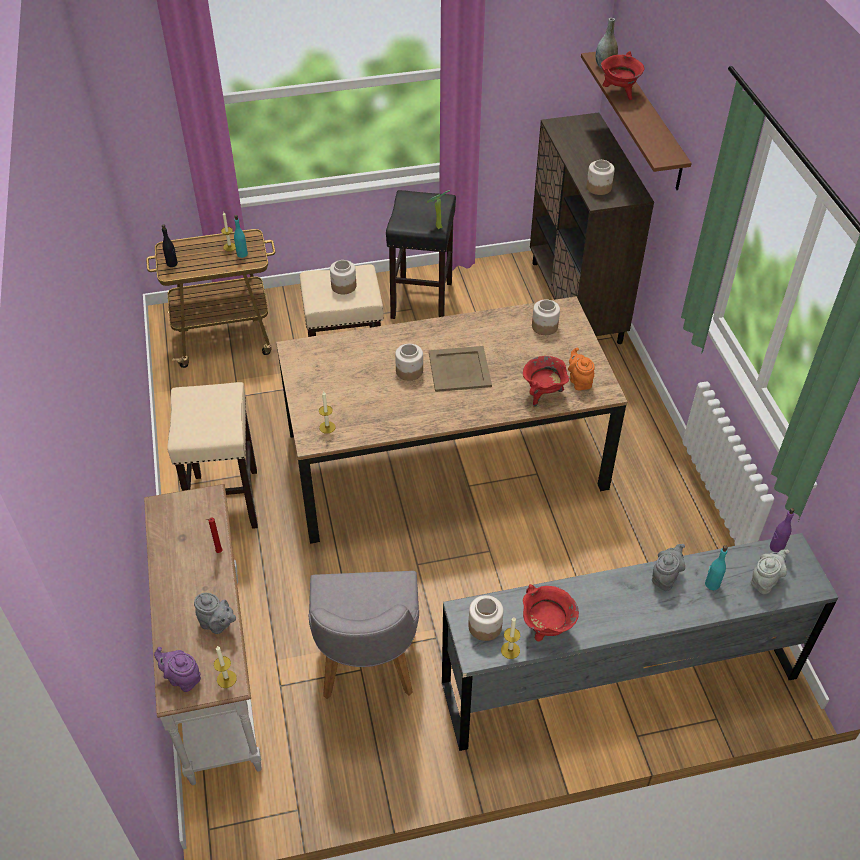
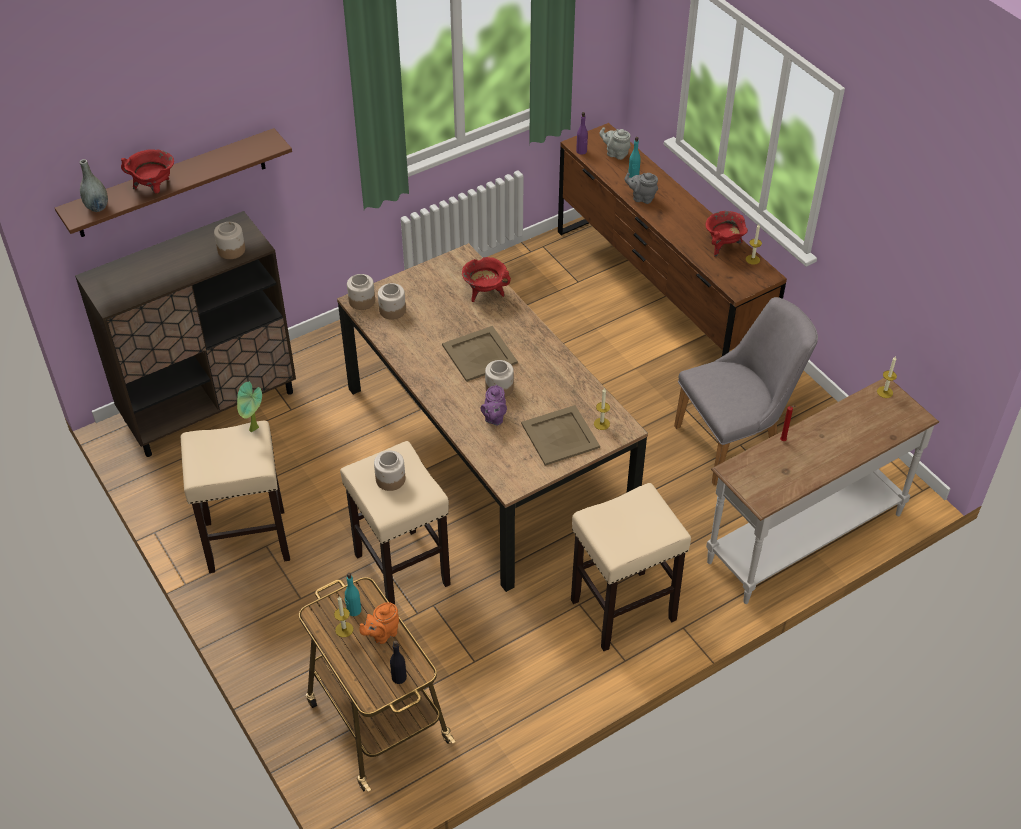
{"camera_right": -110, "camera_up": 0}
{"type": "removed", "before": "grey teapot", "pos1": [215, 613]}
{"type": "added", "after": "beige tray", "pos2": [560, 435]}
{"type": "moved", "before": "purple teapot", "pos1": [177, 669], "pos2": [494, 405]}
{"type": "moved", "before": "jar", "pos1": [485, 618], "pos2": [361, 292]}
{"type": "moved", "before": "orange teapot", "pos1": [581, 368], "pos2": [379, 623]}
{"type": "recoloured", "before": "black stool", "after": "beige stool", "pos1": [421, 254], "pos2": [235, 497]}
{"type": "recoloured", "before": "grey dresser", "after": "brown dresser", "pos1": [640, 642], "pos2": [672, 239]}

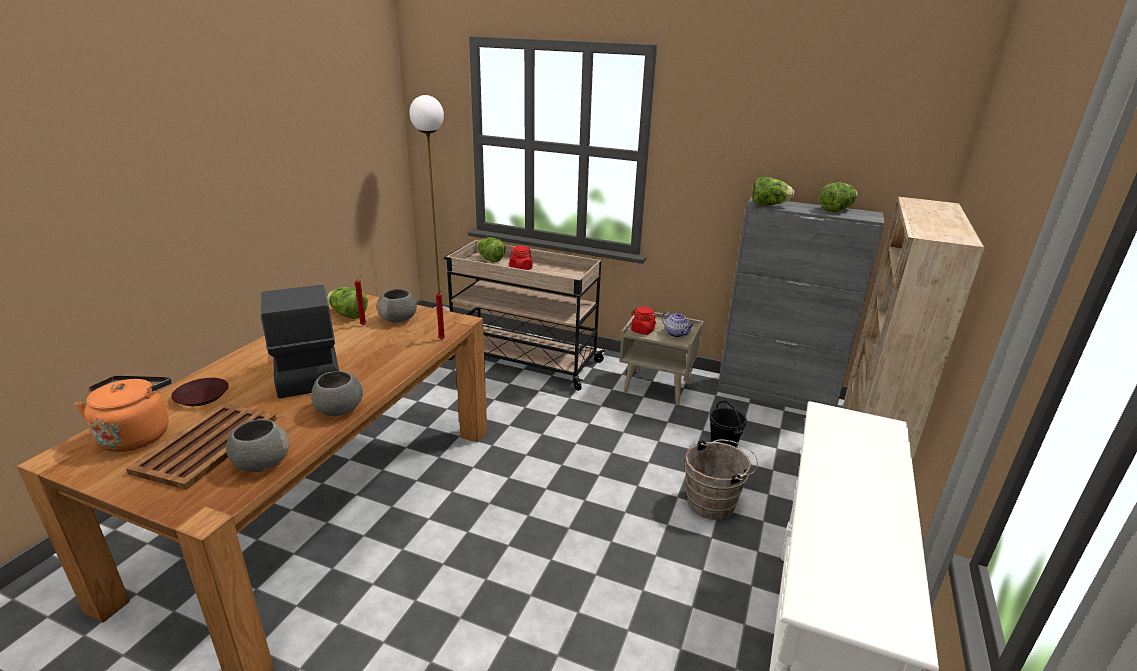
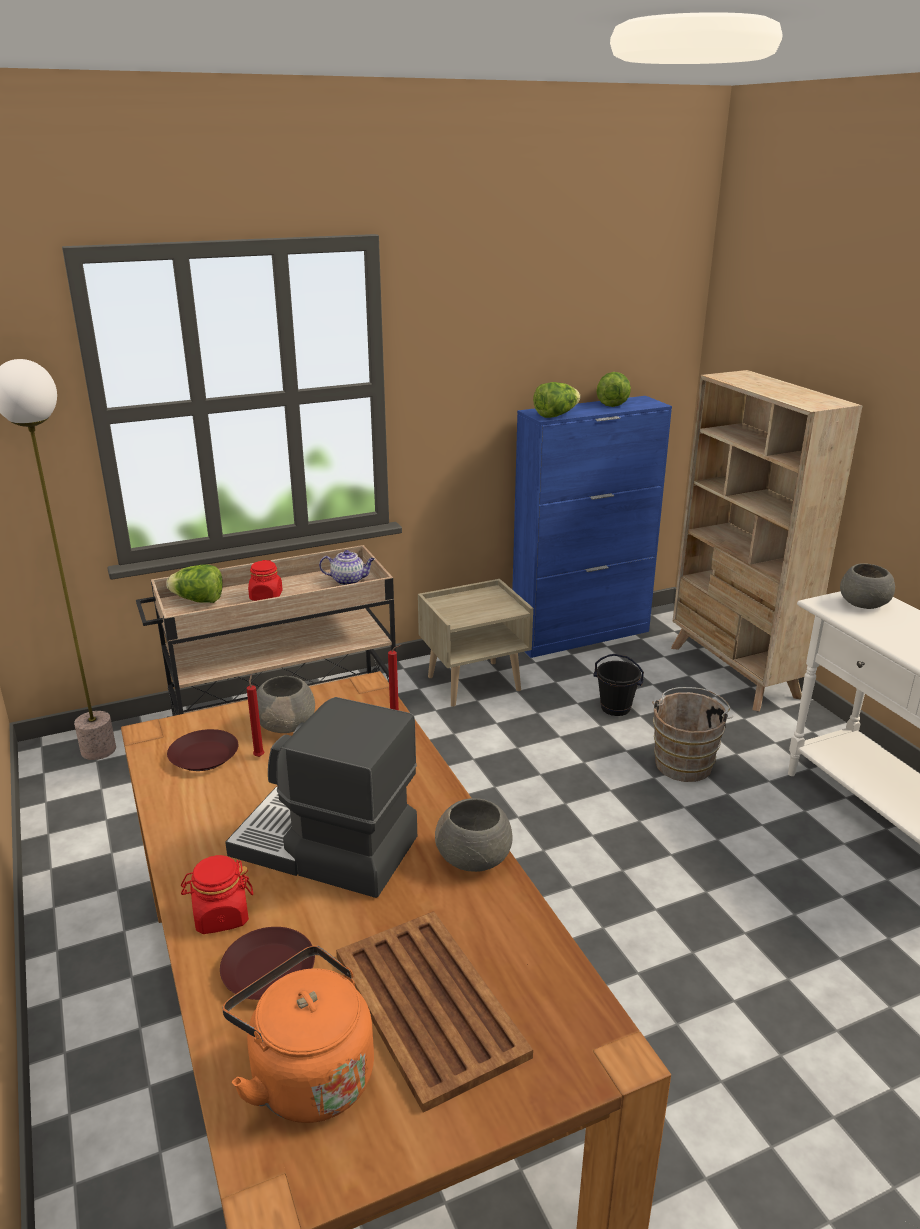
{"camera_right": -45, "camera_up": 0}
{"type": "moved", "before": "grey bowl", "pos1": [258, 445], "pos2": [867, 586]}
{"type": "moved", "before": "red jar", "pos1": [643, 321], "pos2": [217, 894]}
{"type": "moved", "before": "teapot", "pos1": [678, 324], "pos2": [347, 567]}
{"type": "replaced", "before": "lettuce", "after": "brown plate", "pos1": [347, 303], "pos2": [202, 750]}
{"type": "recoloured", "before": "grey cabinet", "after": "blue cabinet", "pos1": [800, 304], "pos2": [592, 527]}

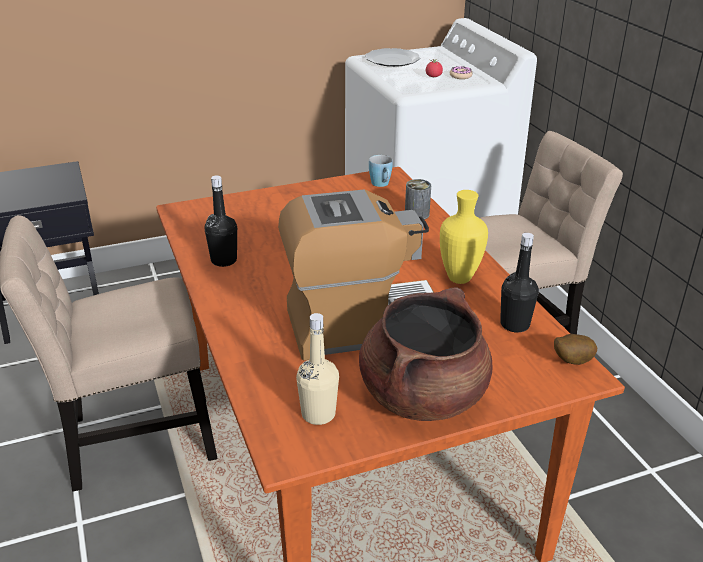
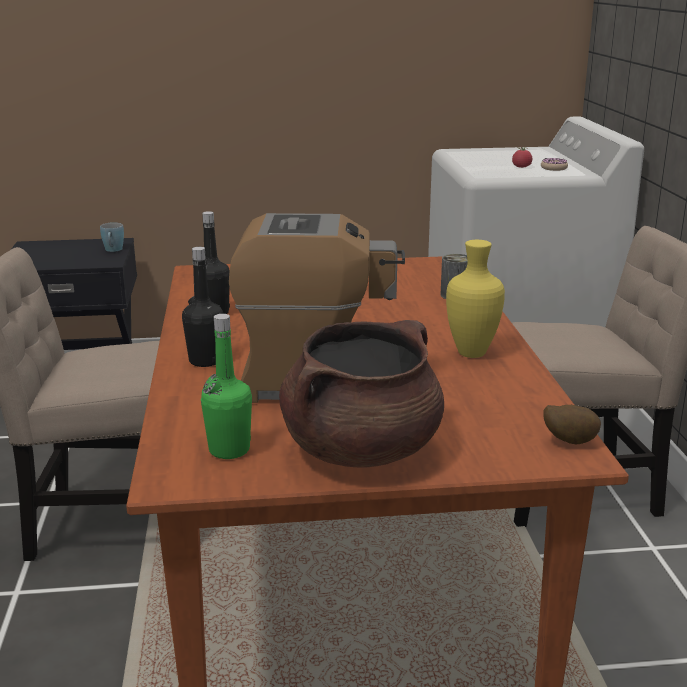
{"camera_right": 15, "camera_up": -10}
{"type": "removed", "before": "plate", "pos1": [392, 57]}
{"type": "moved", "before": "blue mug", "pos1": [381, 171], "pos2": [112, 237]}
{"type": "moved", "before": "black bottle", "pos1": [519, 283], "pos2": [203, 307]}
{"type": "recoloured", "before": "beige bottle", "after": "green bottle", "pos1": [317, 369], "pos2": [226, 386]}

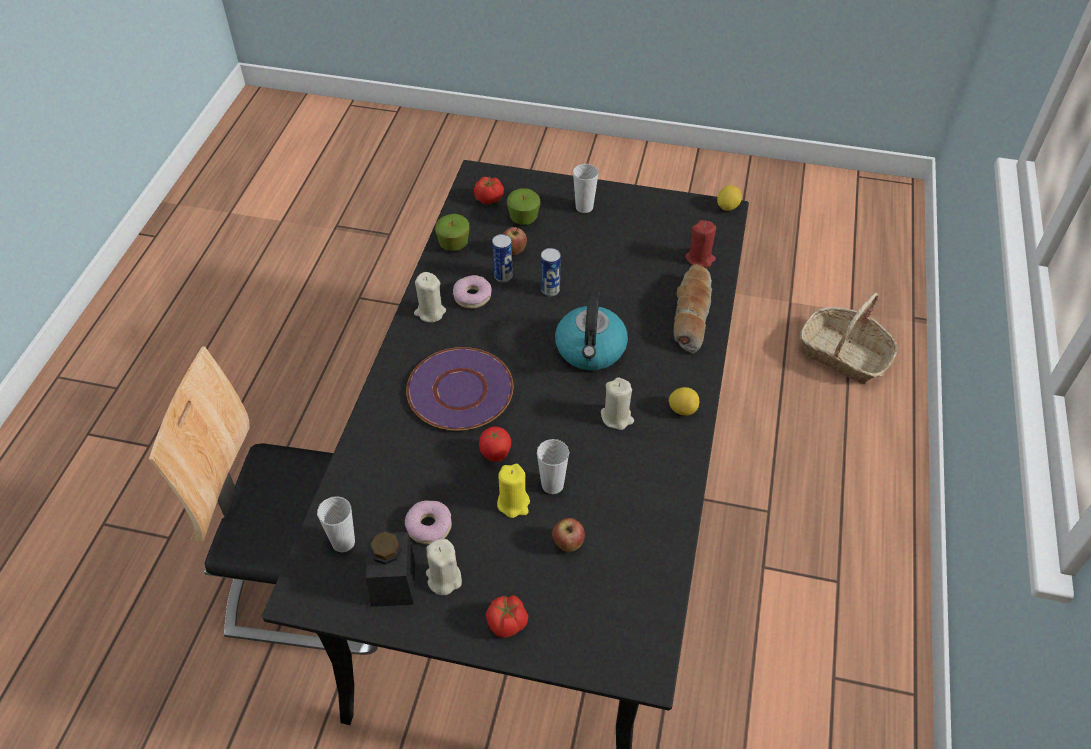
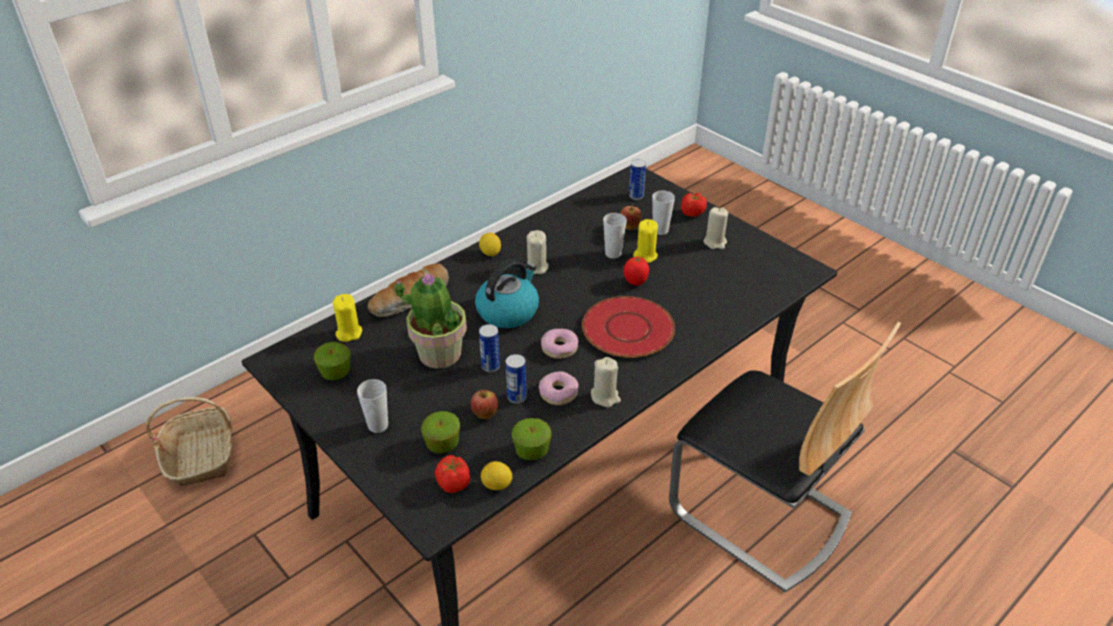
{"camera_right": -145, "camera_up": -10}
{"type": "removed", "before": "black jar", "pos1": [390, 569]}
{"type": "added", "after": "apple", "pos2": [332, 361]}
{"type": "added", "after": "potted plant", "pos2": [430, 321]}
{"type": "added", "after": "can", "pos2": [637, 179]}
{"type": "moved", "before": "cup", "pos1": [336, 524], "pos2": [663, 212]}
{"type": "moved", "before": "donut", "pos1": [428, 522], "pos2": [560, 344]}
{"type": "moved", "before": "lemon", "pos1": [729, 198], "pos2": [497, 475]}
{"type": "recoloured", "before": "purple plate", "after": "red plate", "pos1": [459, 388], "pos2": [628, 327]}
{"type": "recoloured", "before": "red candle", "after": "yellow candle", "pos1": [700, 244], "pos2": [347, 318]}

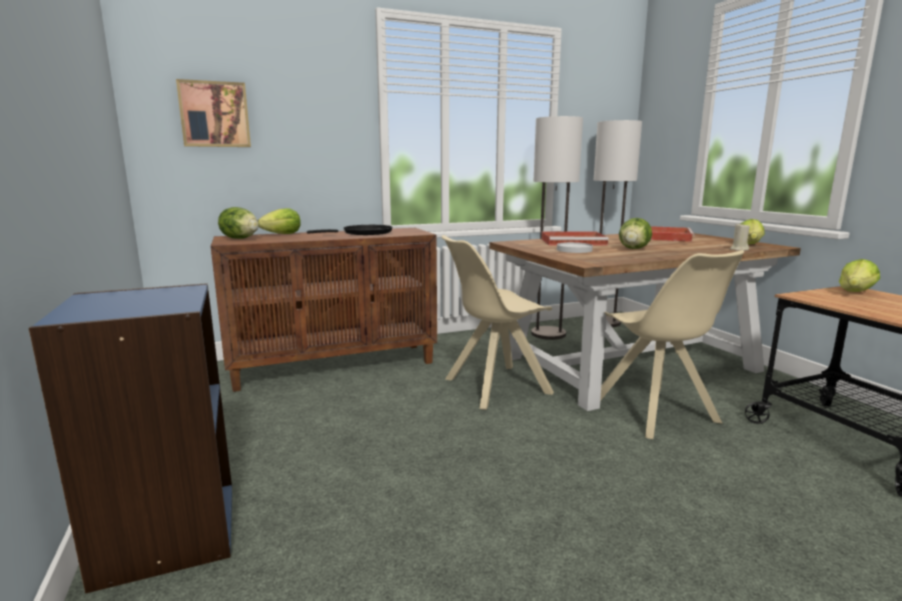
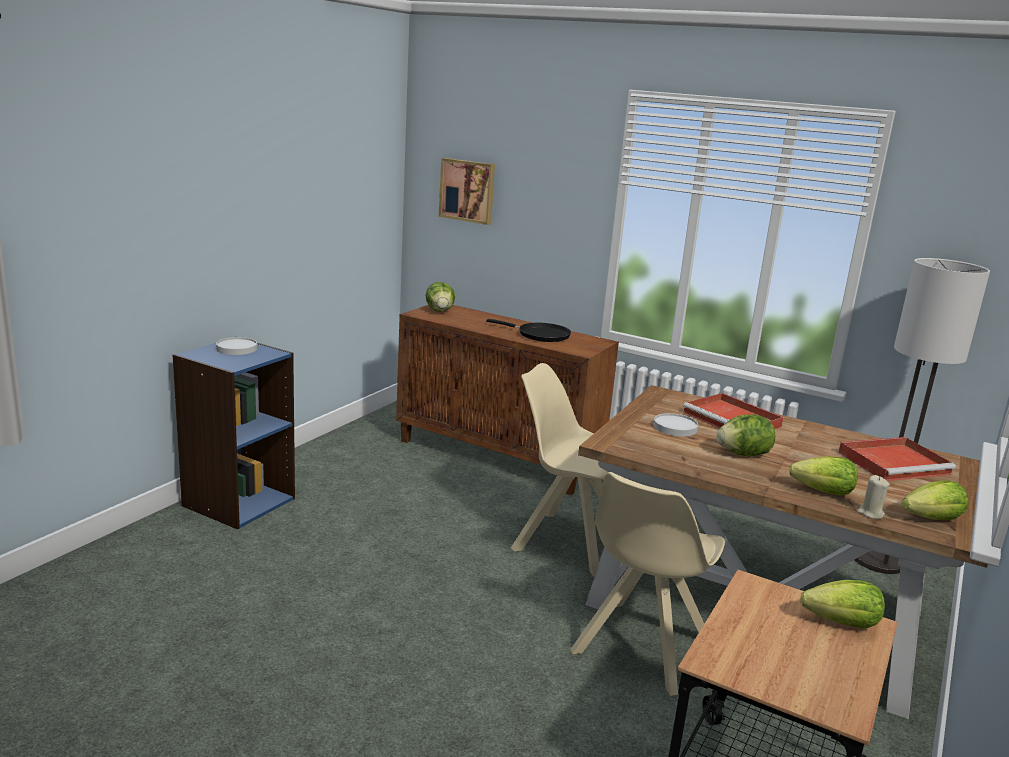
{"camera_right": 50, "camera_up": 5}
{"type": "removed", "before": "floor lamp", "pos1": [557, 228]}
{"type": "added", "after": "white plate", "pos2": [236, 346]}
{"type": "moved", "before": "lettuce", "pos1": [279, 221], "pos2": [823, 476]}

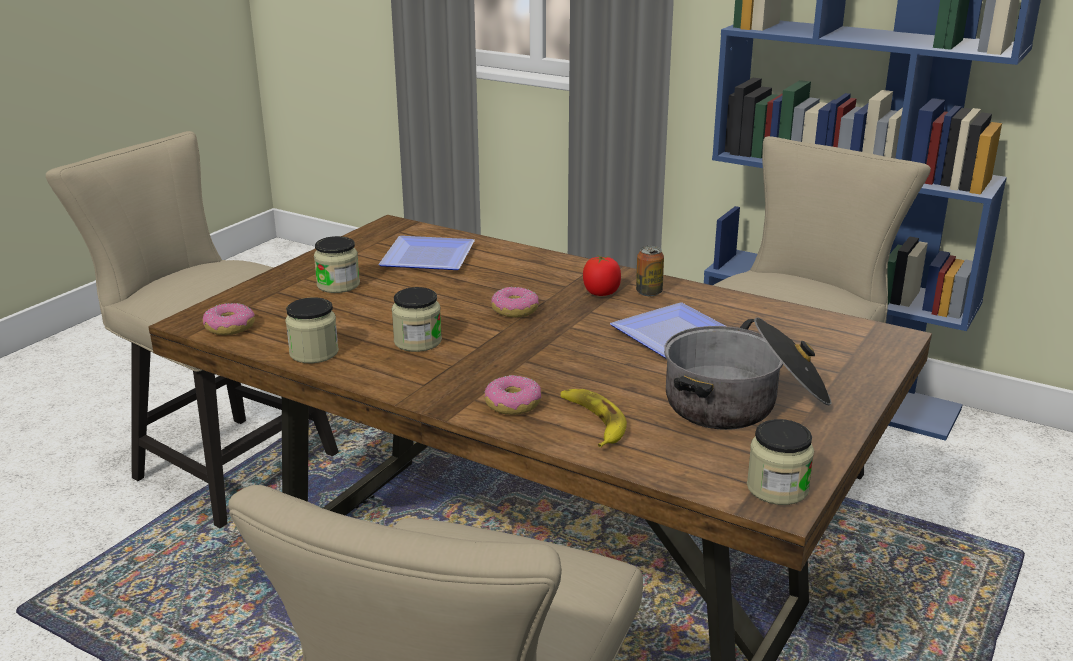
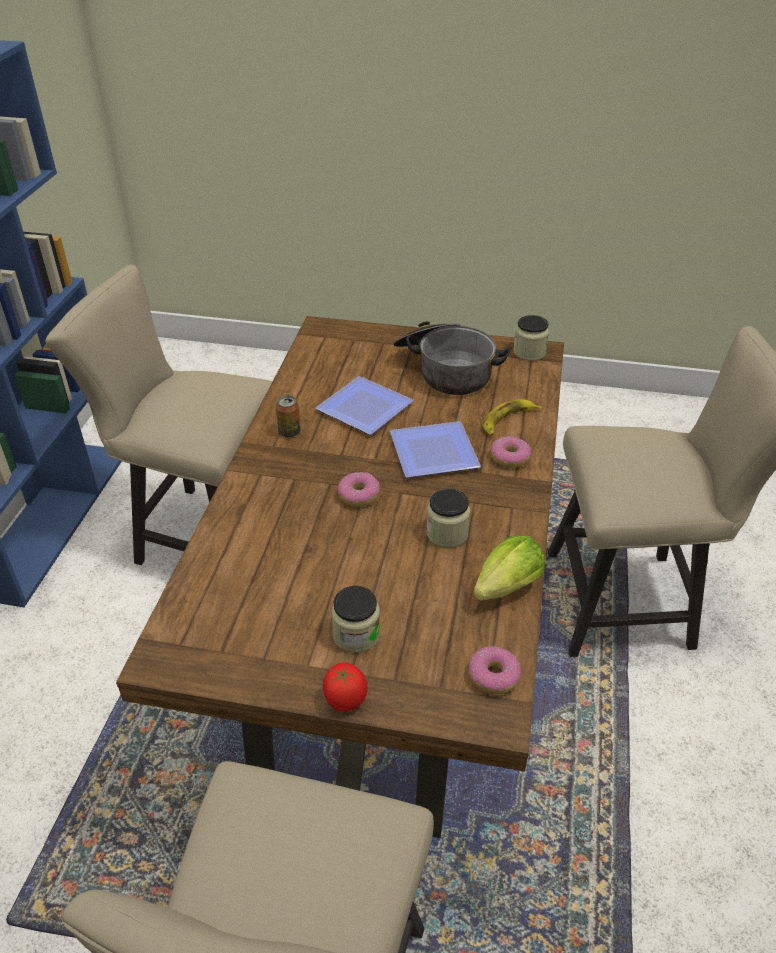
{"camera_right": -110, "camera_up": 15}
{"type": "moved", "before": "plate", "pos1": [426, 253], "pos2": [435, 449]}
{"type": "moved", "before": "tomato", "pos1": [602, 276], "pos2": [345, 687]}
{"type": "replaced", "before": "jar", "after": "lettuce", "pos1": [312, 330], "pos2": [509, 568]}

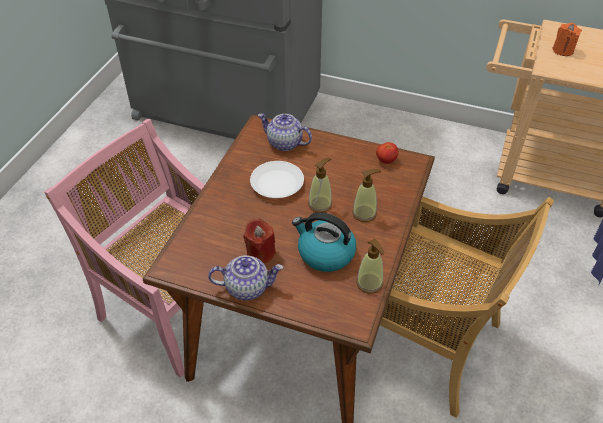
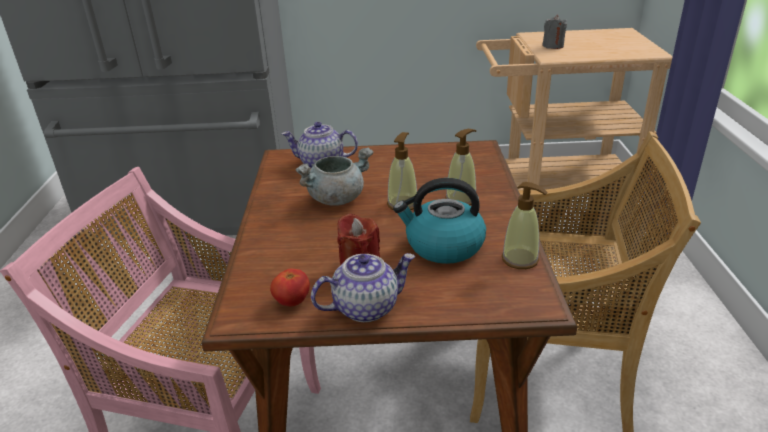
{"camera_right": -20, "camera_up": -15}
{"type": "moved", "before": "tomato", "pos1": [387, 153], "pos2": [290, 287]}
{"type": "replaced", "before": "white plate", "after": "grey cooking pot", "pos1": [277, 179], "pos2": [334, 176]}
{"type": "recoloured", "before": "orange candle", "after": "grey candle", "pos1": [567, 39], "pos2": [554, 32]}

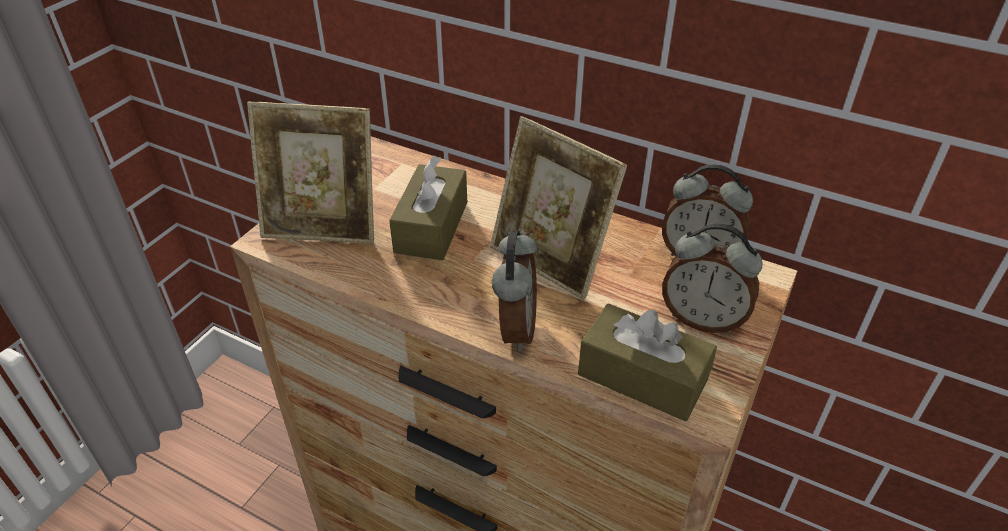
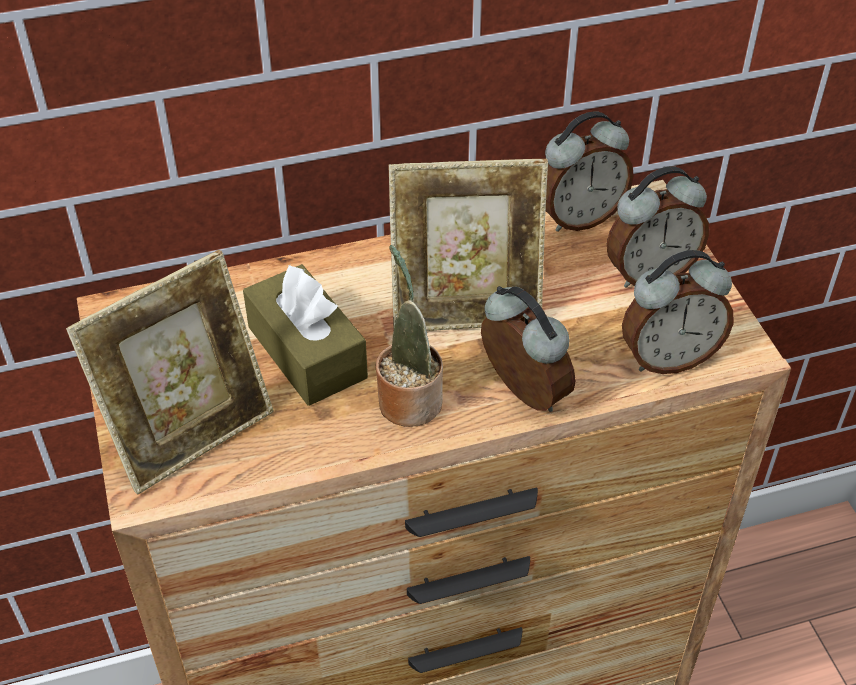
{"camera_right": -45, "camera_up": 5}
{"type": "added", "after": "potted plant", "pos2": [409, 336]}
{"type": "replaced", "before": "brown tissue box", "after": "alarm clock", "pos1": [647, 362], "pos2": [678, 312]}

